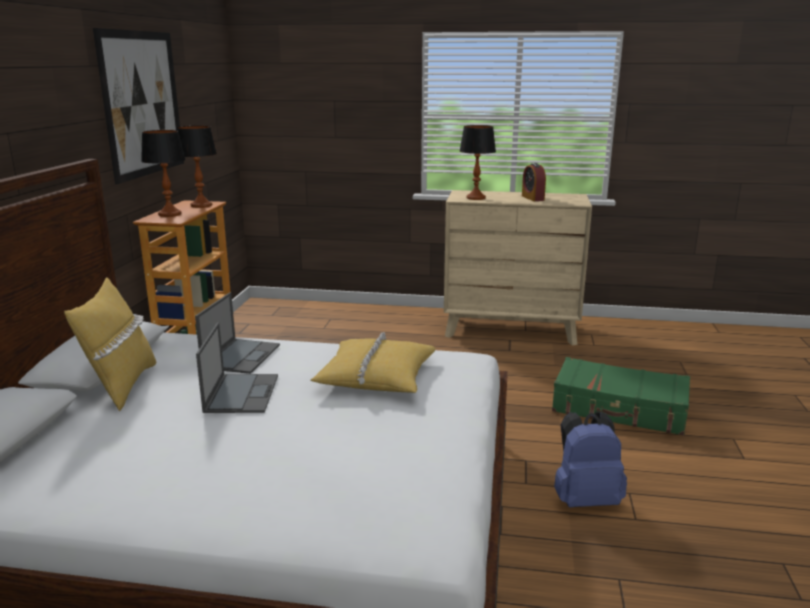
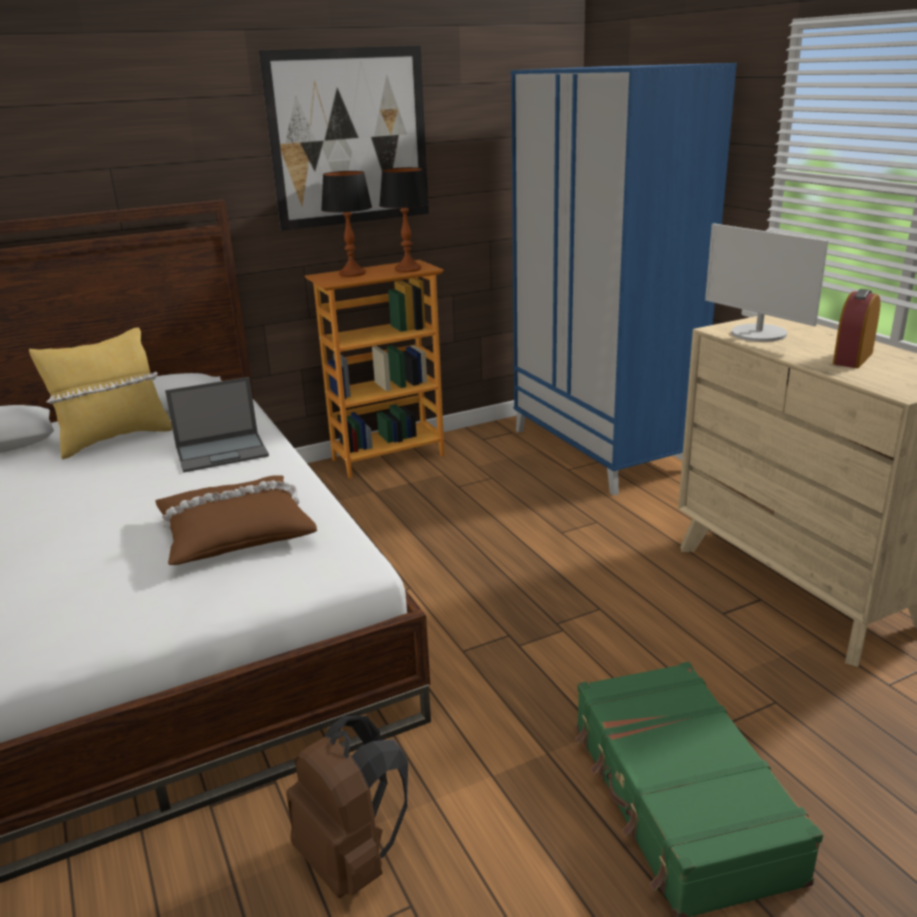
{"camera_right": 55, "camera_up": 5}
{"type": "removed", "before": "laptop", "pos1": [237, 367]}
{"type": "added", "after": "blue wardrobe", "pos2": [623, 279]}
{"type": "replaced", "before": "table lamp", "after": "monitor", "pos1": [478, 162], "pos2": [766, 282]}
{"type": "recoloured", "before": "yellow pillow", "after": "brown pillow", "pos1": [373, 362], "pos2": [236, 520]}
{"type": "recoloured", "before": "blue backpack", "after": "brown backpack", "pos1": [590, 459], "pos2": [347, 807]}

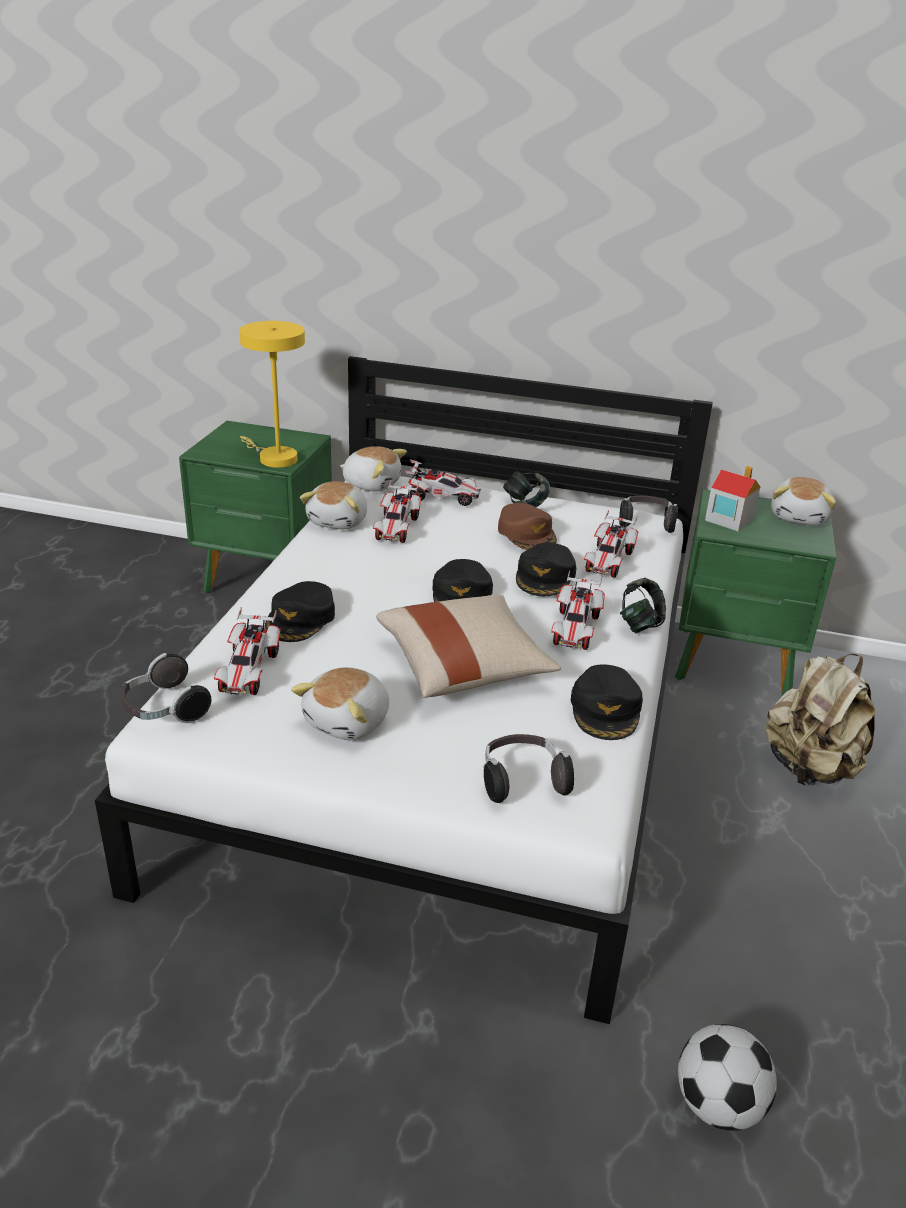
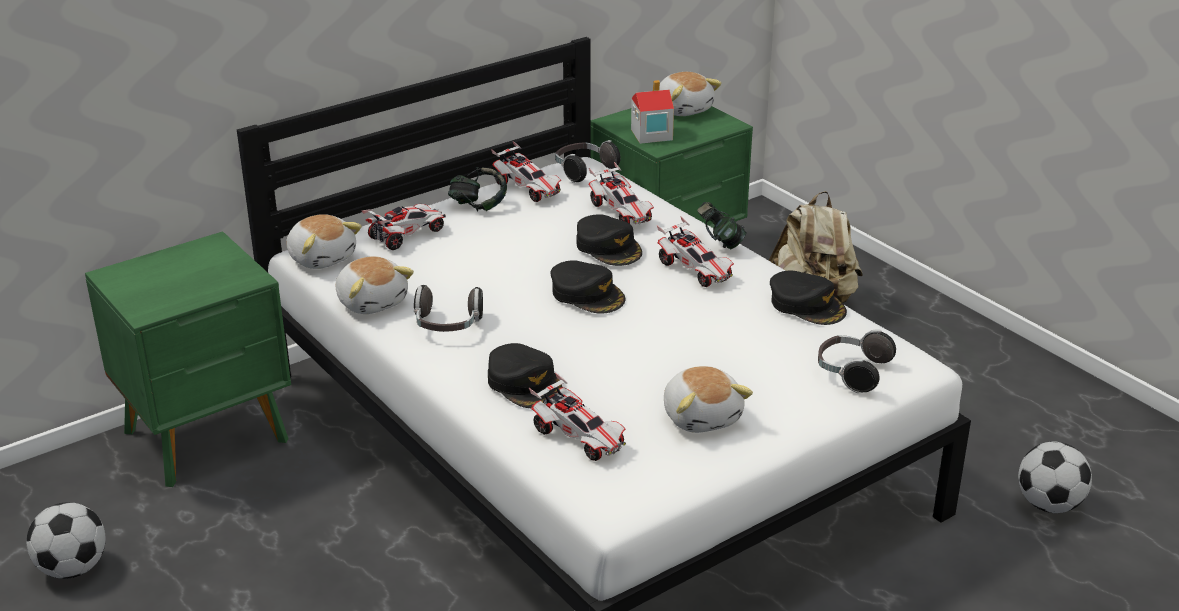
{"camera_right": -50, "camera_up": 0}
{"type": "removed", "before": "yellow table lamp", "pos1": [272, 394]}
{"type": "removed", "before": "beige pillow", "pos1": [468, 646]}
{"type": "removed", "before": "brown cap", "pos1": [527, 526]}
{"type": "added", "after": "football", "pos2": [66, 540]}
{"type": "moved", "before": "headphones", "pos1": [166, 688], "pos2": [448, 308]}
{"type": "moved", "before": "toy car", "pos1": [397, 512], "pos2": [526, 171]}
{"type": "turned", "before": "plush toy", "pos1": [373, 468], "pos2": [324, 241], "turn": 75}

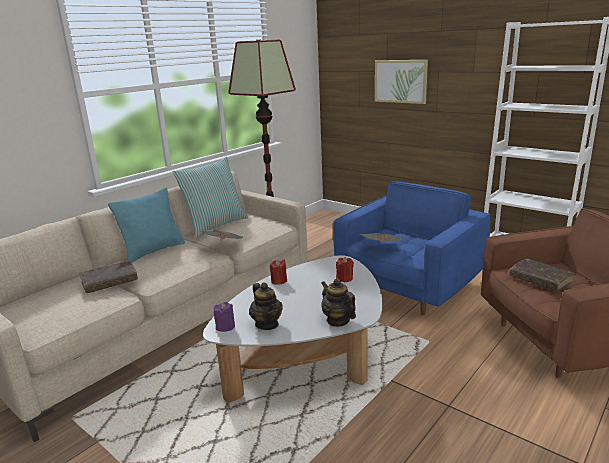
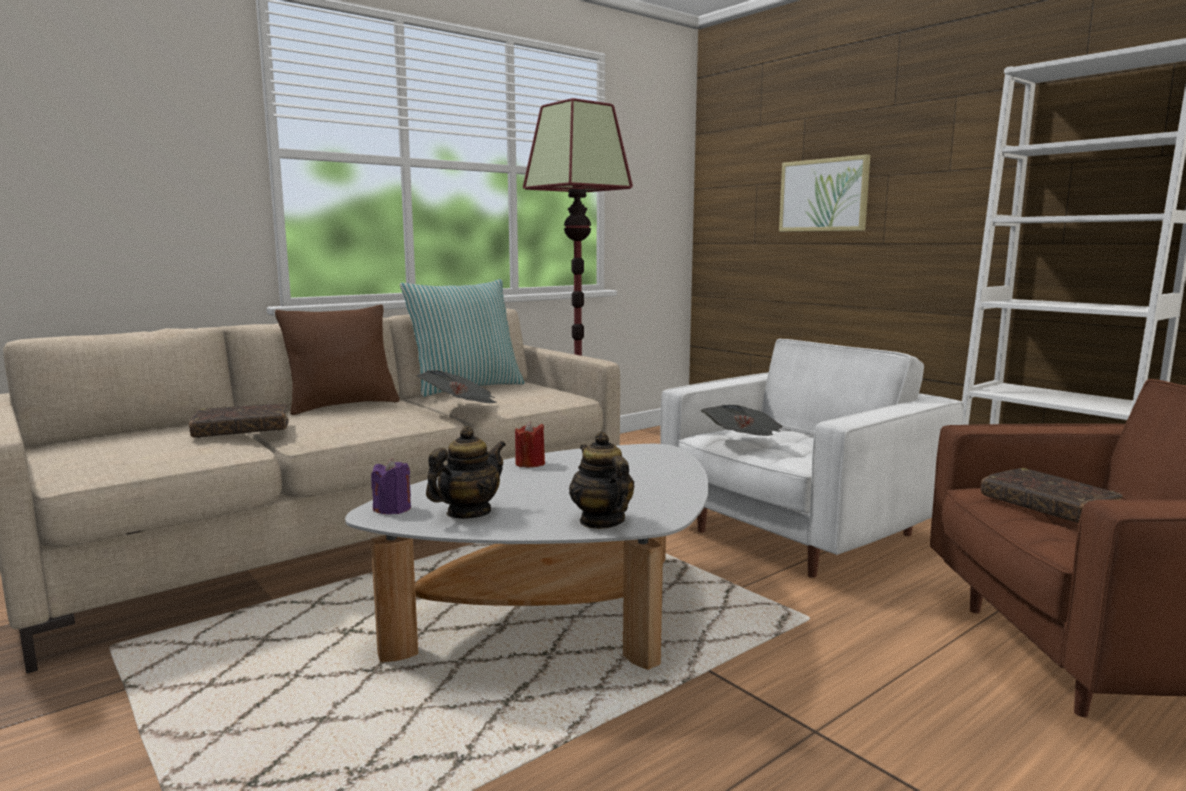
{"camera_right": 10, "camera_up": -10}
{"type": "removed", "before": "red candle", "pos1": [345, 269]}
{"type": "recoloured", "before": "turquoise pillow", "after": "brown pillow", "pos1": [146, 225], "pos2": [337, 360]}
{"type": "recoloured", "before": "blue armchair", "after": "white armchair", "pos1": [412, 248], "pos2": [812, 458]}
{"type": "turned", "before": "teapot", "pos1": [266, 306], "pos2": [466, 472], "turn": -120}

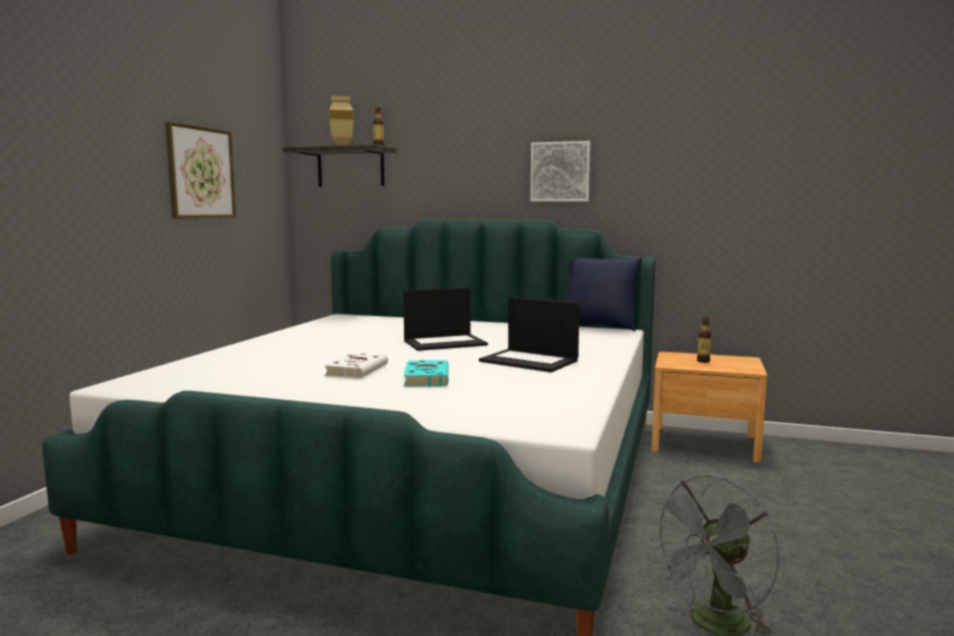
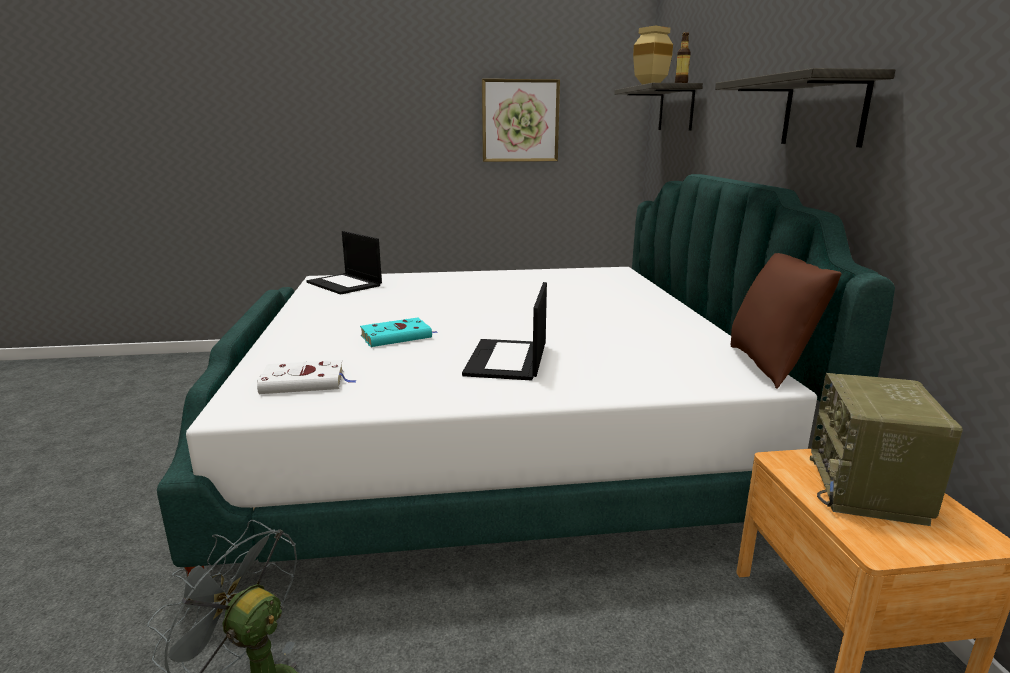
{"camera_right": 65, "camera_up": 10}
{"type": "moved", "before": "white book", "pos1": [356, 366], "pos2": [306, 377]}
{"type": "moved", "before": "laptop", "pos1": [445, 319], "pos2": [344, 263]}
{"type": "replaced", "before": "picture", "after": "shelf", "pos1": [560, 171], "pos2": [805, 107]}
{"type": "replaced", "before": "bottle", "after": "radio", "pos1": [704, 340], "pos2": [886, 449]}
{"type": "recoloured", "before": "blue pillow", "after": "brown pillow", "pos1": [604, 294], "pos2": [786, 320]}

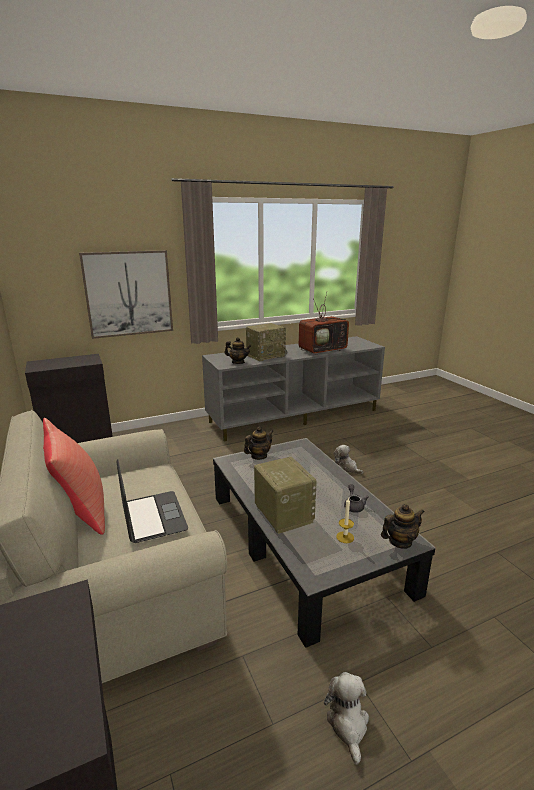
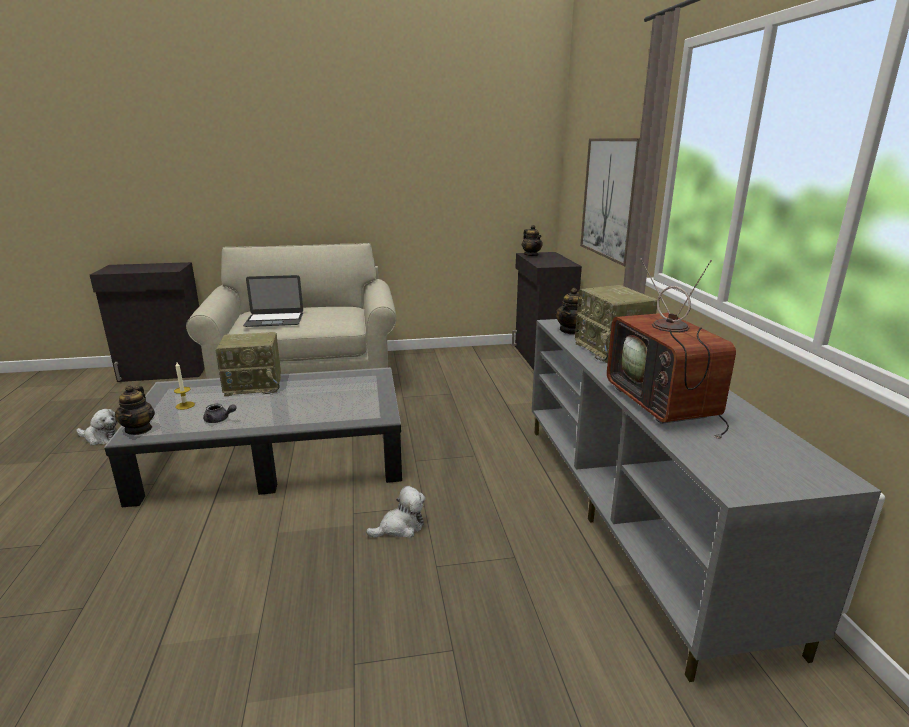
{"camera_right": 105, "camera_up": 0}
{"type": "removed", "before": "red pillow", "pos1": [74, 476]}
{"type": "moved", "before": "teapot", "pos1": [259, 443], "pos2": [532, 240]}

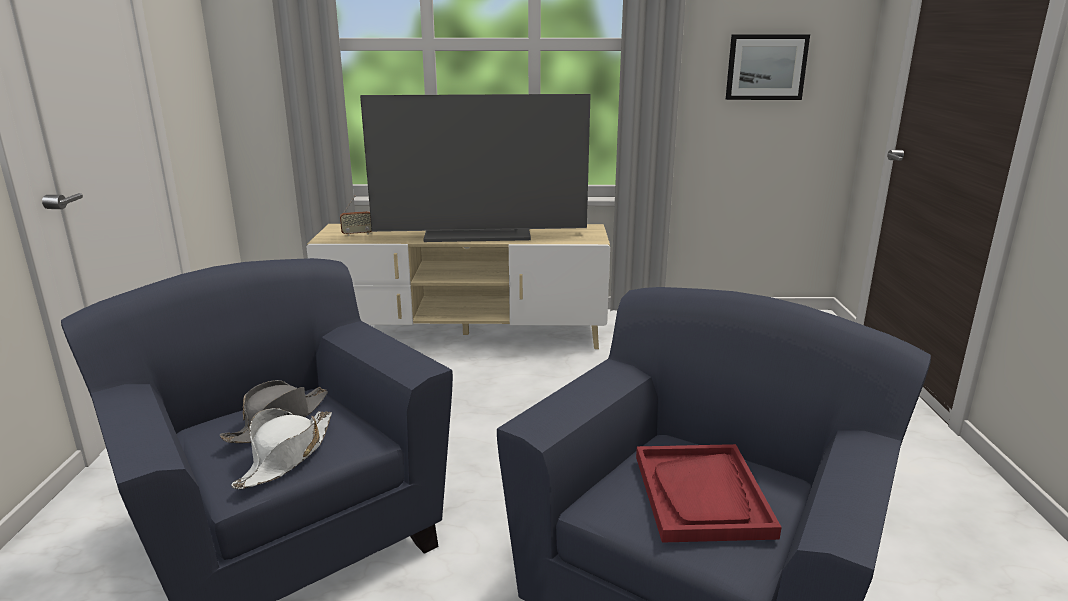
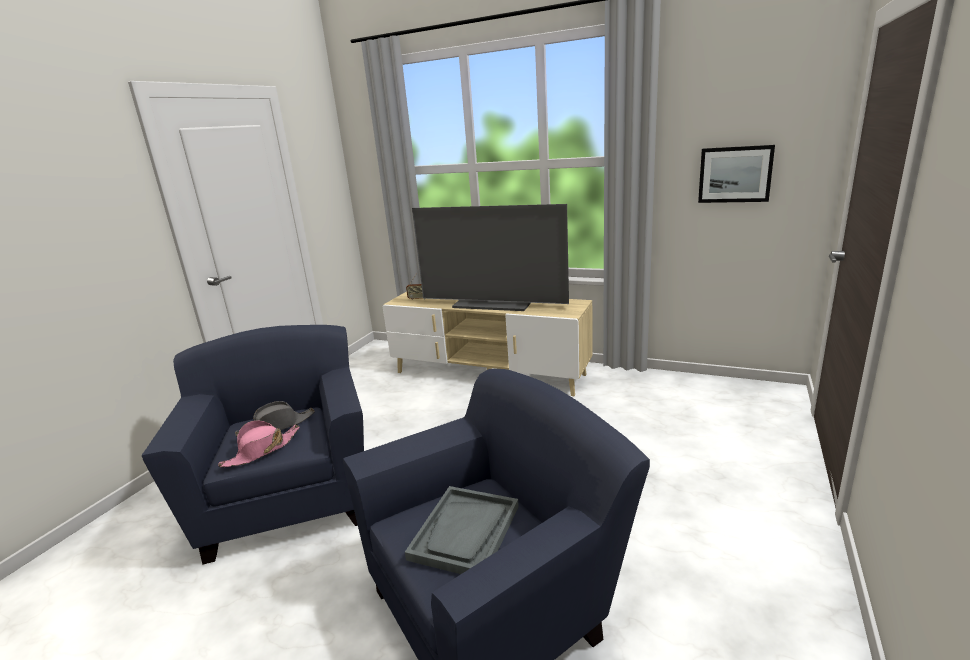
{"camera_right": 25, "camera_up": 0}
{"type": "recoloured", "before": "white hat", "after": "pink hat", "pos1": [281, 448], "pos2": [259, 443]}
{"type": "recoloured", "before": "red tray", "after": "grey tray", "pos1": [709, 493], "pos2": [462, 530]}

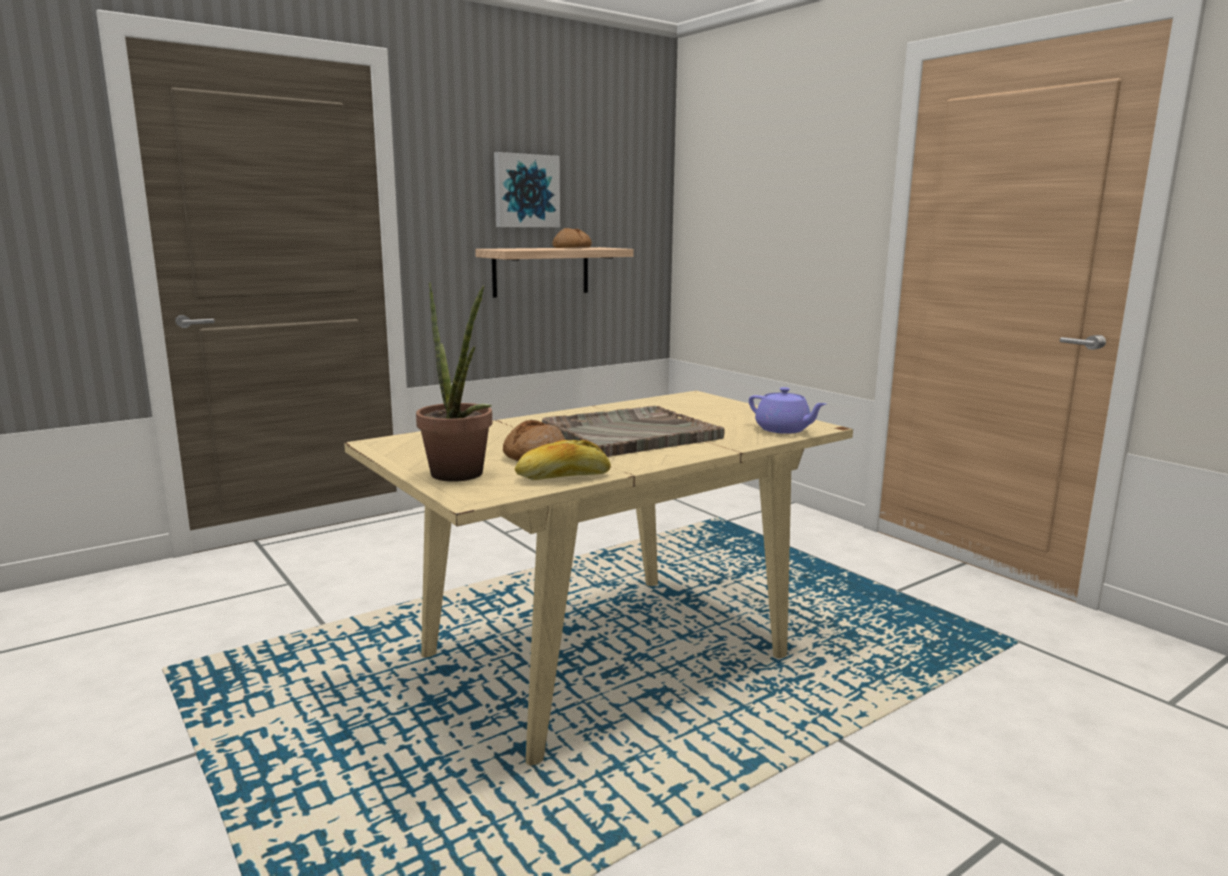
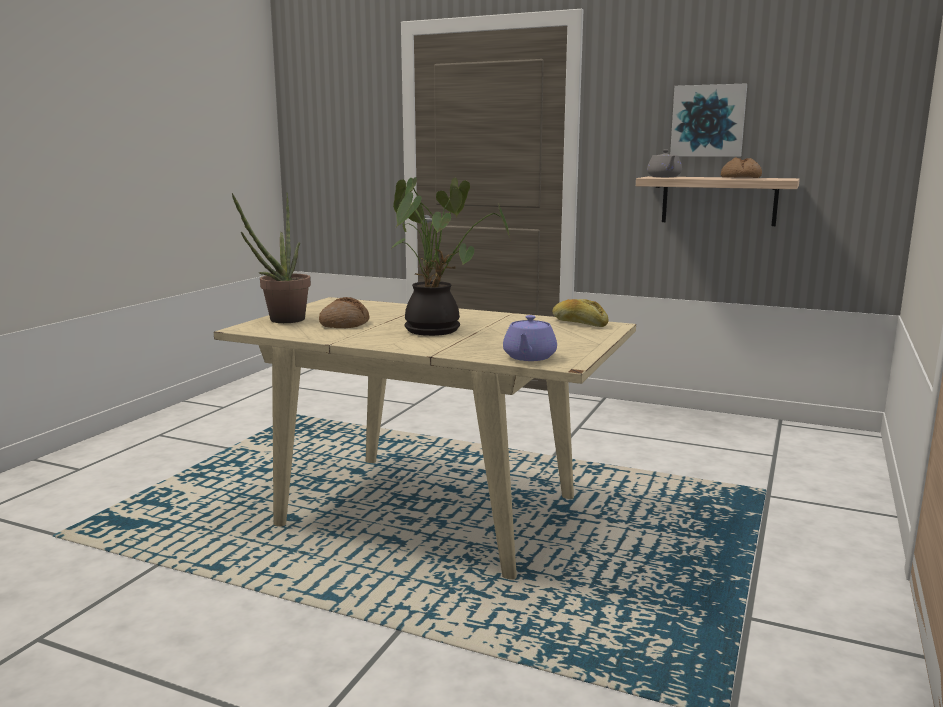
{"camera_right": 60, "camera_up": 0}
{"type": "added", "after": "grey teapot", "pos2": [664, 163]}
{"type": "moved", "before": "bread", "pos1": [563, 460], "pos2": [580, 313]}
{"type": "replaced", "before": "grey tray", "after": "potted plant", "pos1": [633, 431], "pos2": [451, 256]}

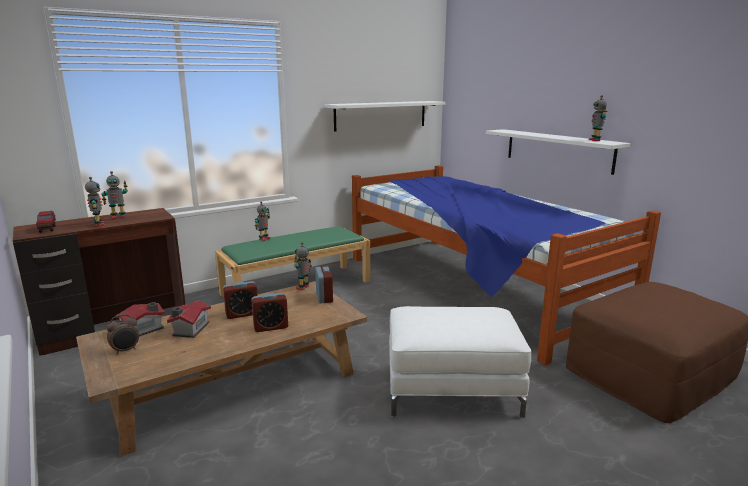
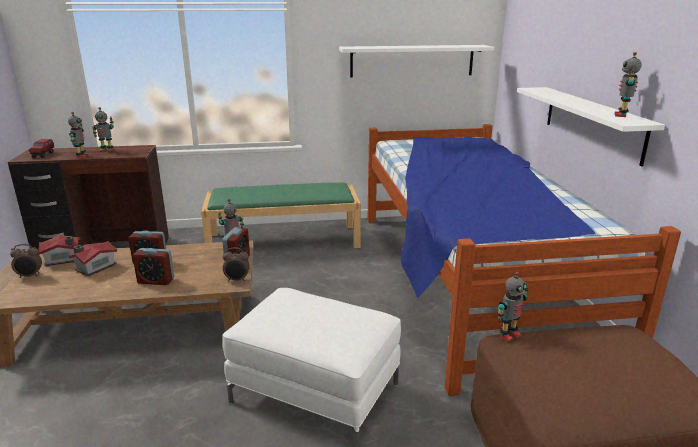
{"camera_right": 25, "camera_up": 5}
{"type": "added", "after": "alarm clock", "pos2": [236, 265]}
{"type": "moved", "before": "toy robot", "pos1": [262, 221], "pos2": [512, 306]}

